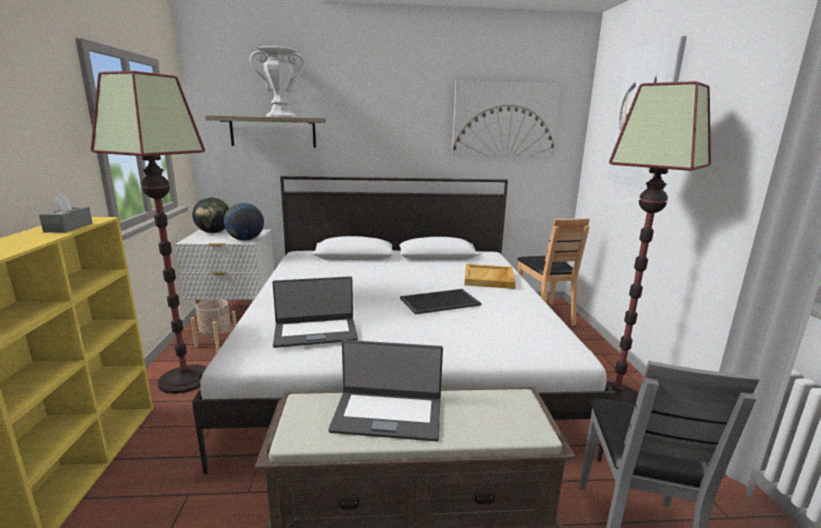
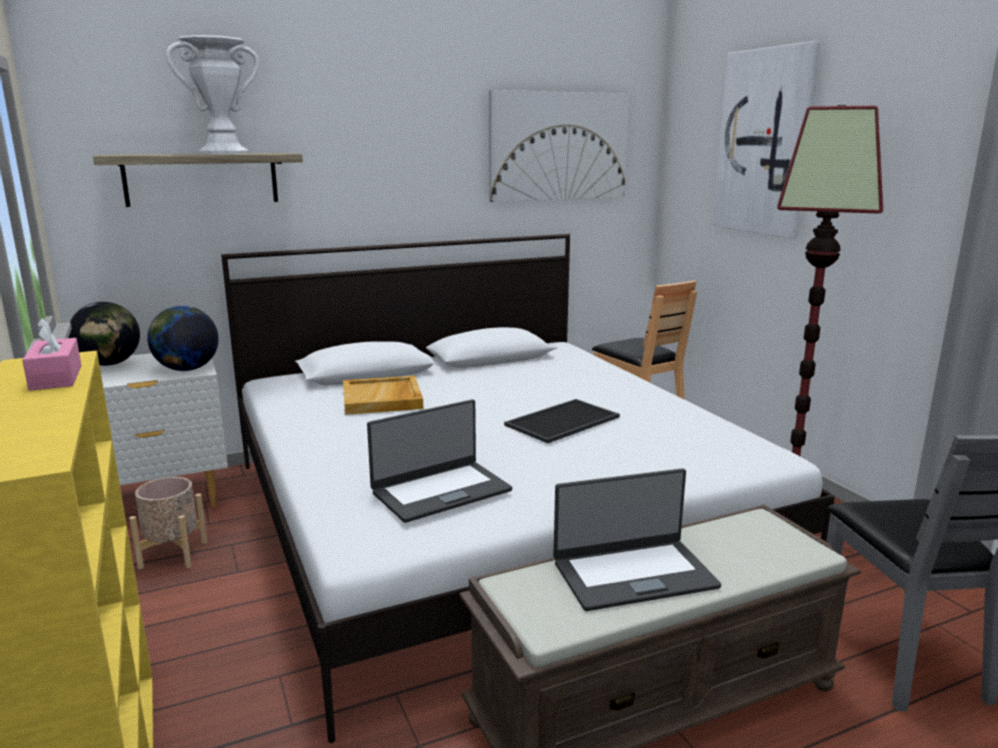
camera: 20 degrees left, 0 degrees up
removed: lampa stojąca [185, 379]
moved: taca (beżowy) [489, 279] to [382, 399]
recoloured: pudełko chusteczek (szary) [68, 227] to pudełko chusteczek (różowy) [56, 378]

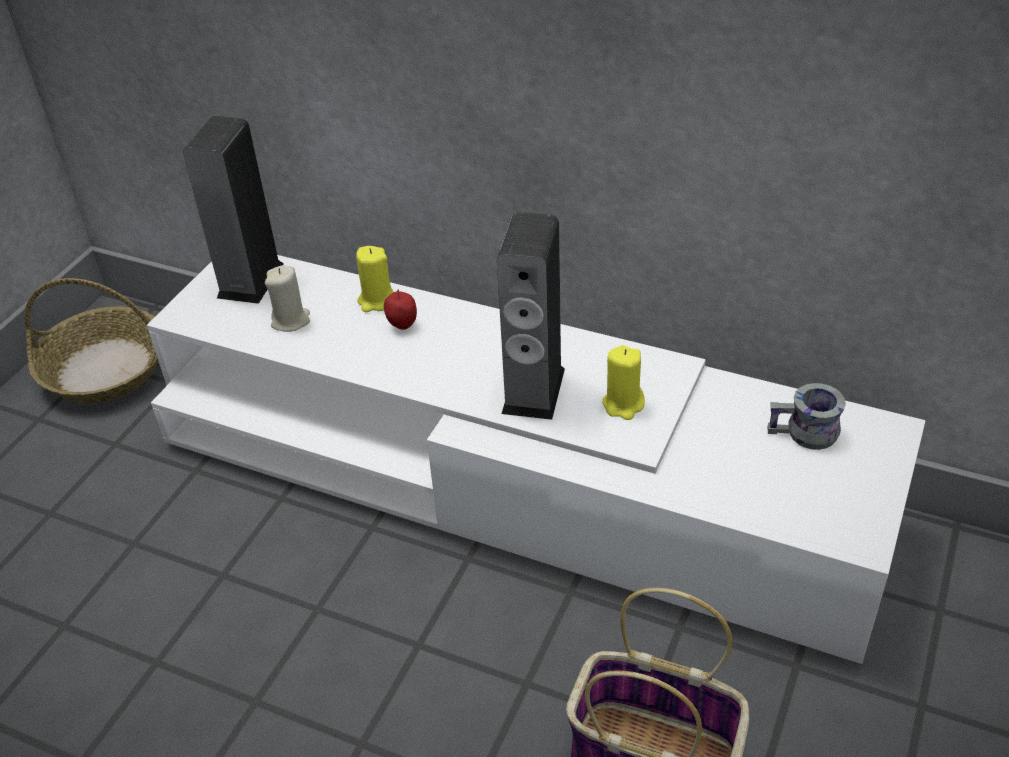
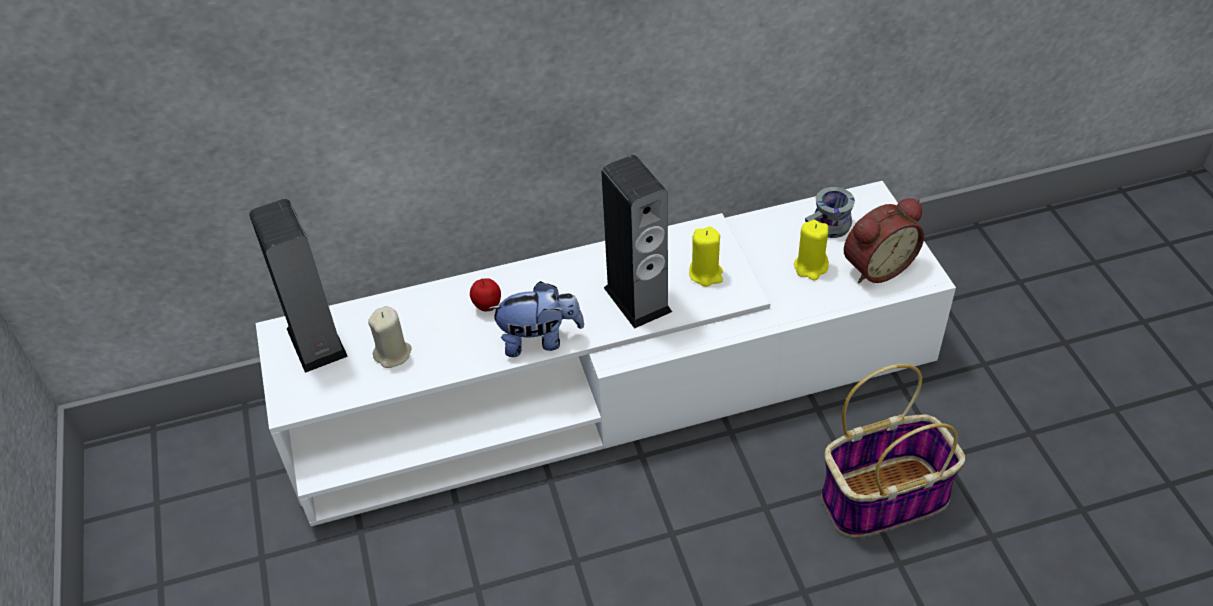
camera: 40 degrees left, 5 degrees up
removed: koszyk [104, 369]
added: budzik [876, 266]; pluszak [539, 340]
moved: świeca (żółty) [377, 301] to [811, 267]

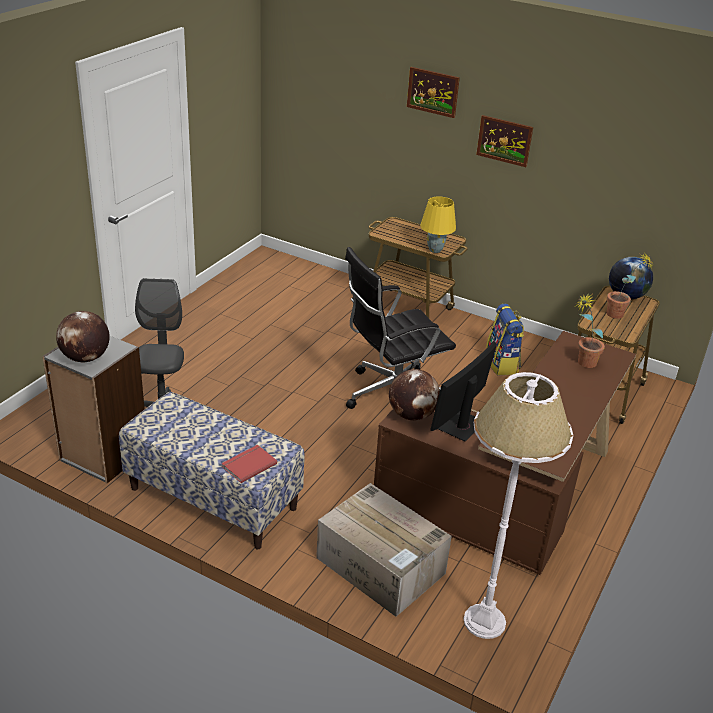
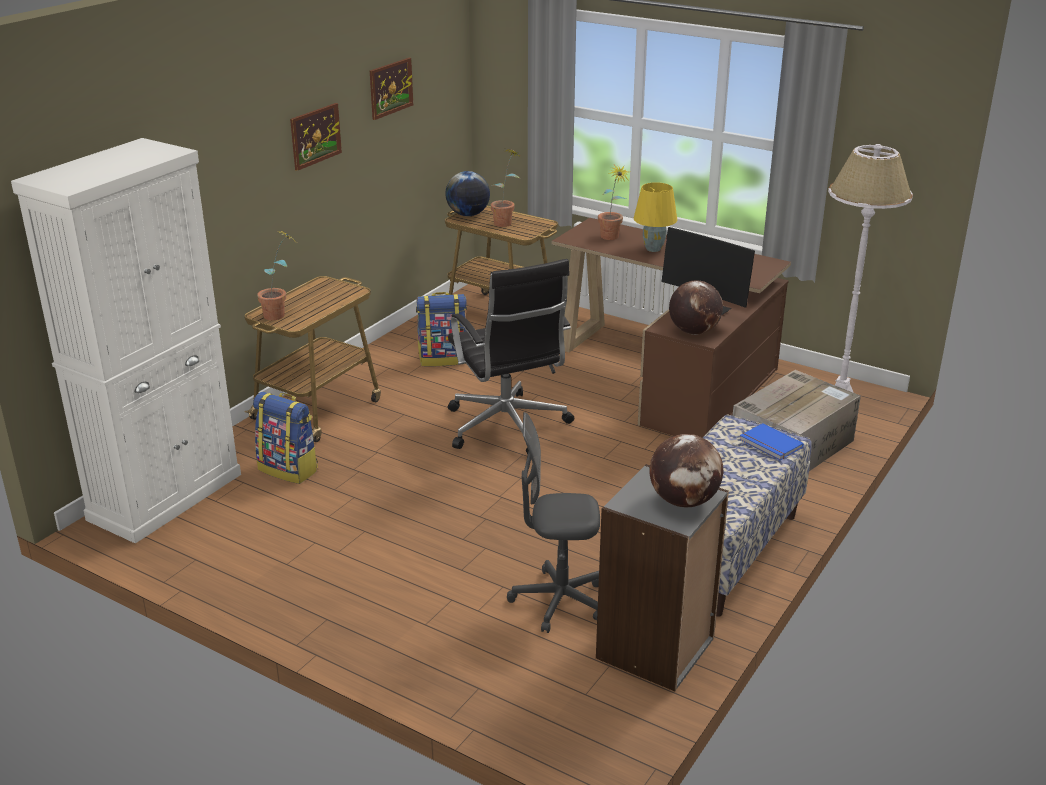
camera: 85 degrees left, 5 degrees down
added: szafka (biały) [166, 496]; roślina doniczkowa [280, 314]; plecak [289, 469]
moved: obraz [433, 92] to [391, 88]; lampa stołowa (żółty) [435, 250] to [654, 249]
recoloured: książka (czerwony) [248, 464] to książka (niebieski) [770, 444]

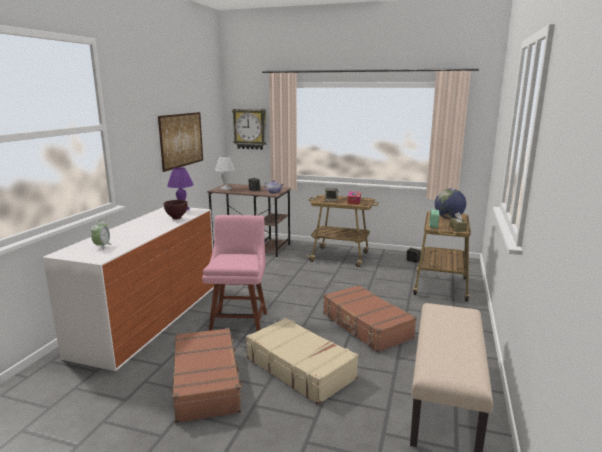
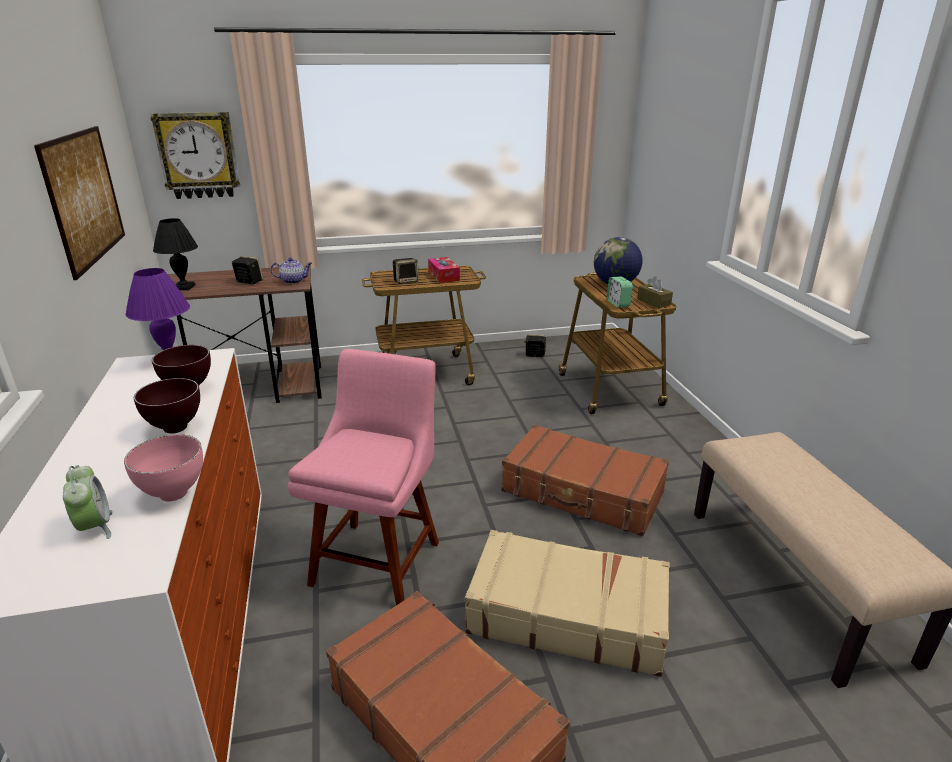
camera: 30 degrees left, 10 degrees up
added: miska (brązowy) [174, 429]; miska (różowy) [172, 495]
recoloured: lampa stołowa (biały) [226, 188] to lampa stołowa (czarny) [184, 287]
turned: krzesło (różowy) [239, 322] = [379, 558] 45 degrees clockwise

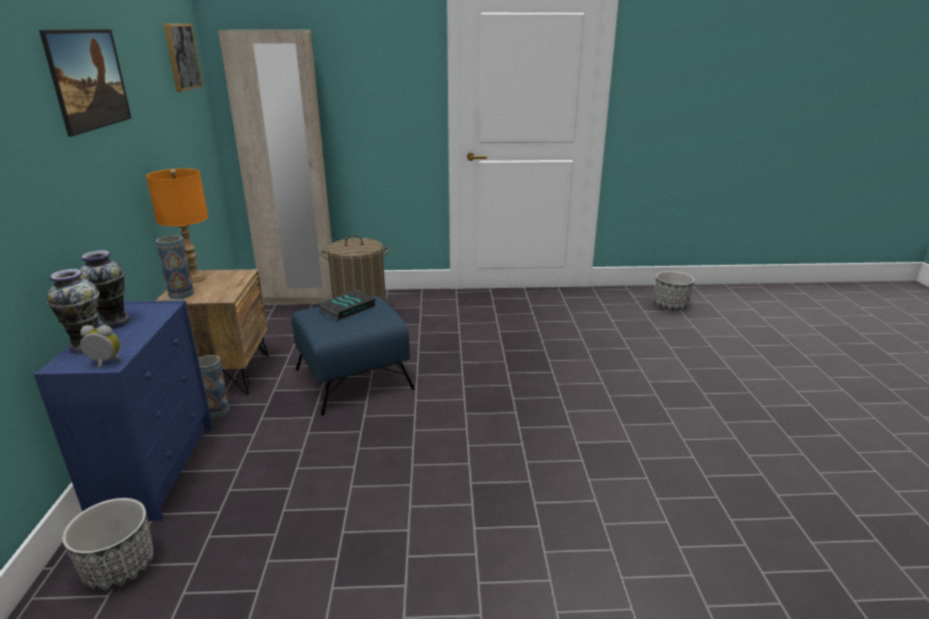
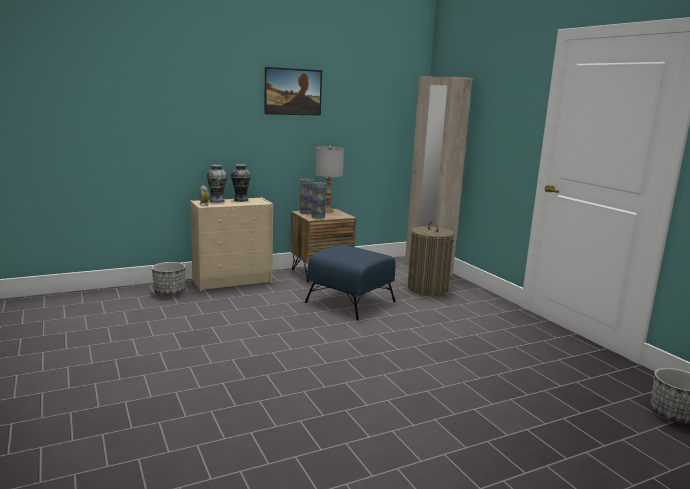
camera: 65 degrees right, 10 degrees down
removed: obraz [182, 57]; książka [347, 308]
moved: wazon [217, 410] to [318, 217]
recoloured: lampa stołowa (pomarańczowy) [195, 278] to lampa stołowa (szary) [328, 211]; komoda (niebieski) [157, 469] to komoda (beżowy) [233, 281]

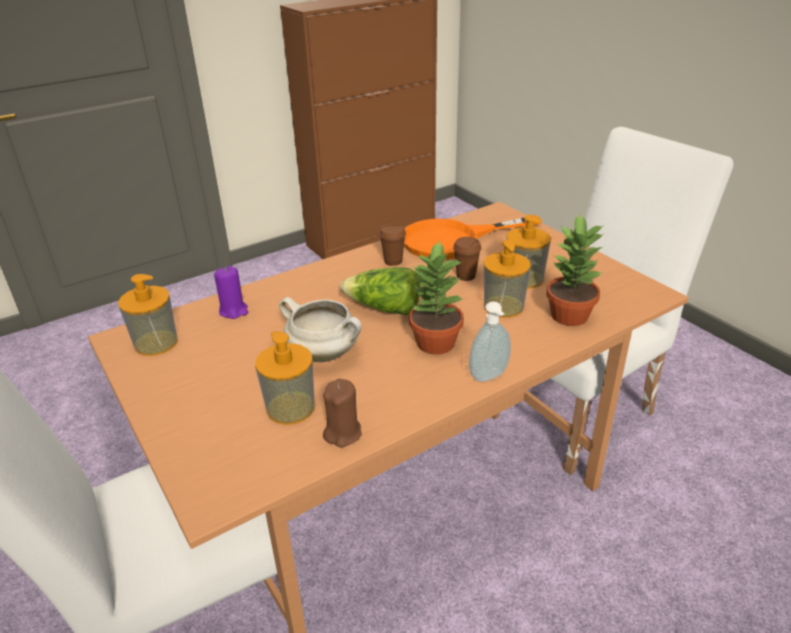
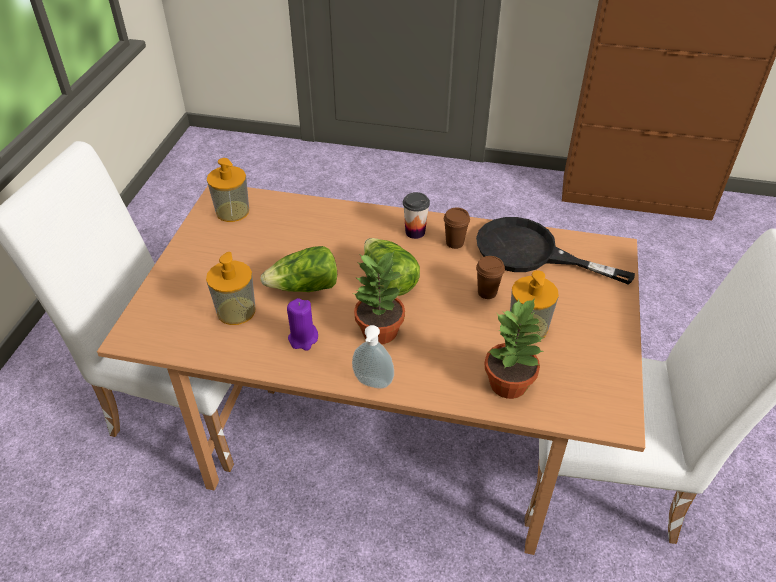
camera: 45 degrees right, 10 degrees up
removed: dozownik mydła [503, 306]; świeca (brązowy) [343, 433]
added: filiżanka [415, 232]
moved: świeca (fioletowy) [234, 310] to [303, 339]
replaced: garnek (biały) [325, 354] to sałata [305, 287]
recoloured: patelnia (pomarańczowy) [453, 240] to patelnia (czarny) [530, 253]

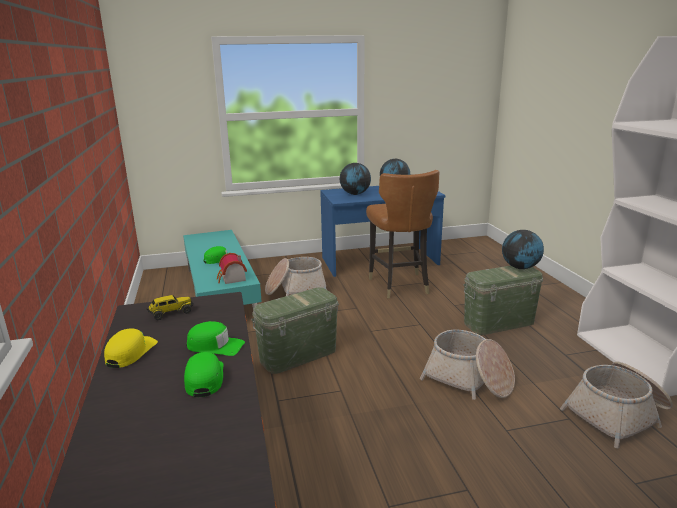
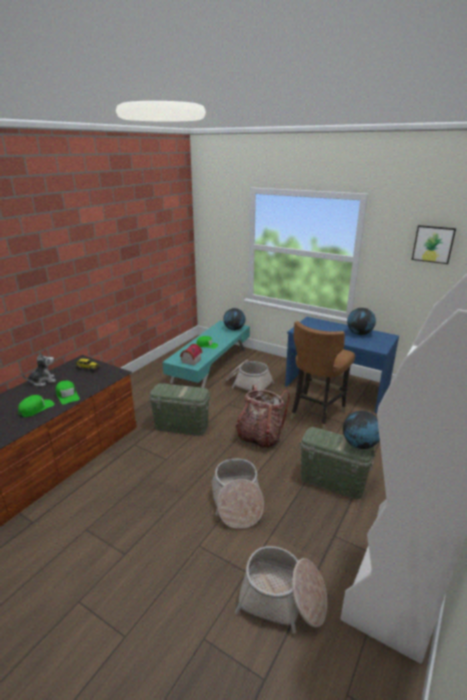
camera: 45 degrees right, 5 degrees up
added: obraz [433, 244]; plecak [260, 436]
moved: globus [355, 194] to [234, 329]
replaced: czapka z daszkiem (żółty) [131, 352] to pluszak [43, 381]

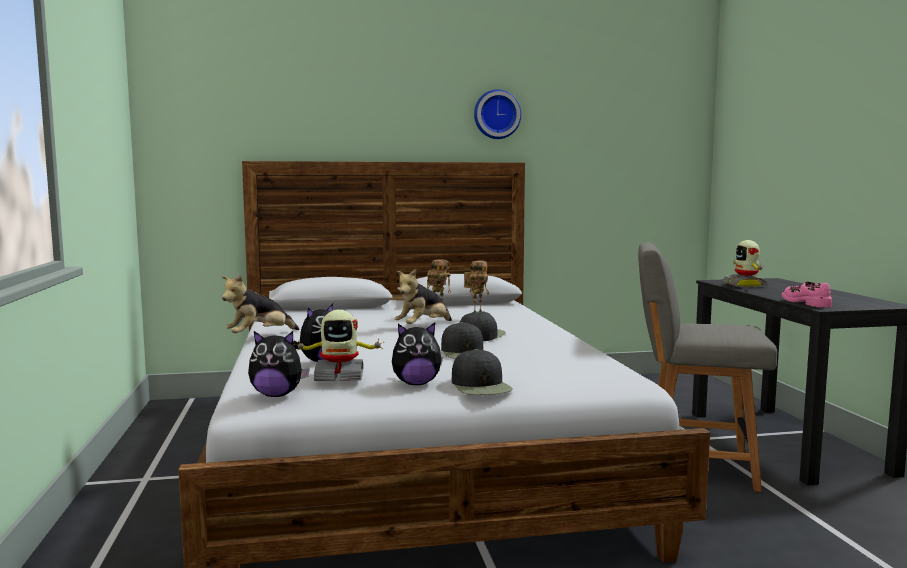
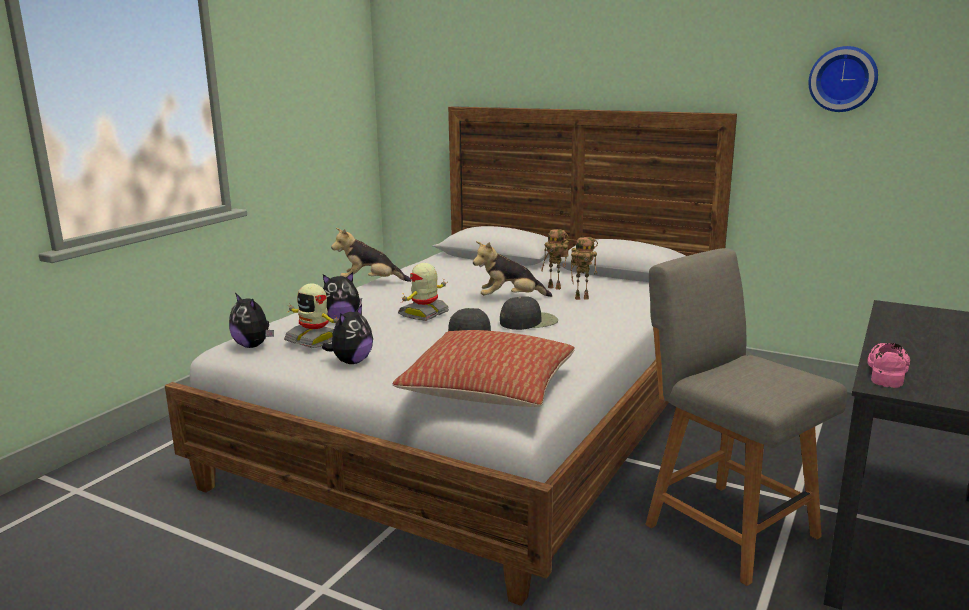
camera: 40 degrees right, 10 degrees up
removed: czapka z daszkiem (czarny) [481, 386]
added: poduszka [489, 389]
moved: zegar ścienny [496, 114] to [843, 79]; robot zabawkowy [744, 285] to [424, 314]
turned: pluszak [416, 383] = [351, 362] 90 degrees counterclockwise

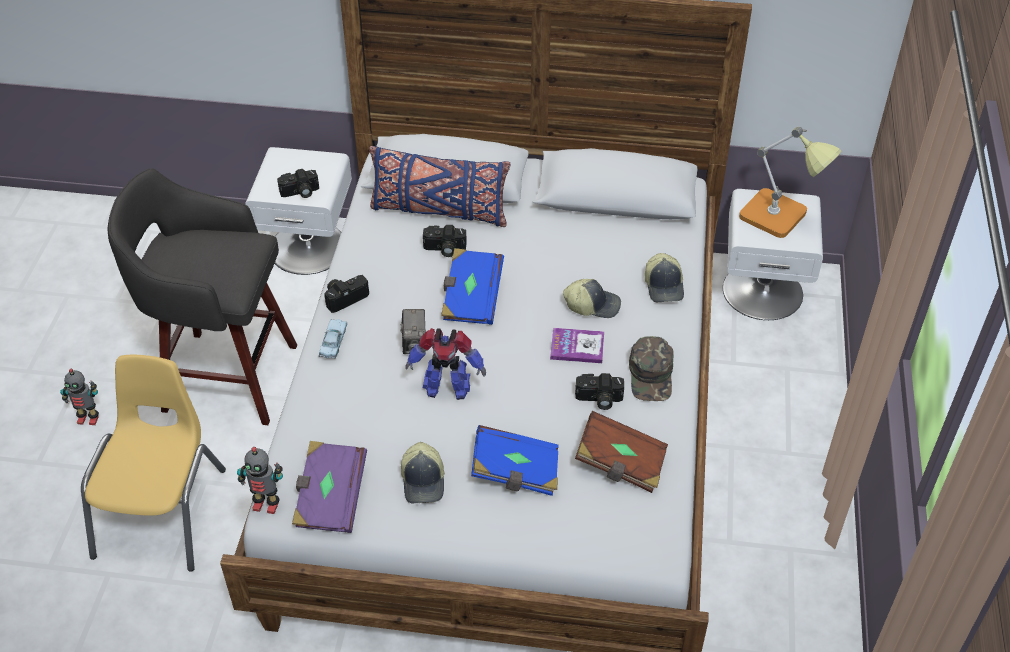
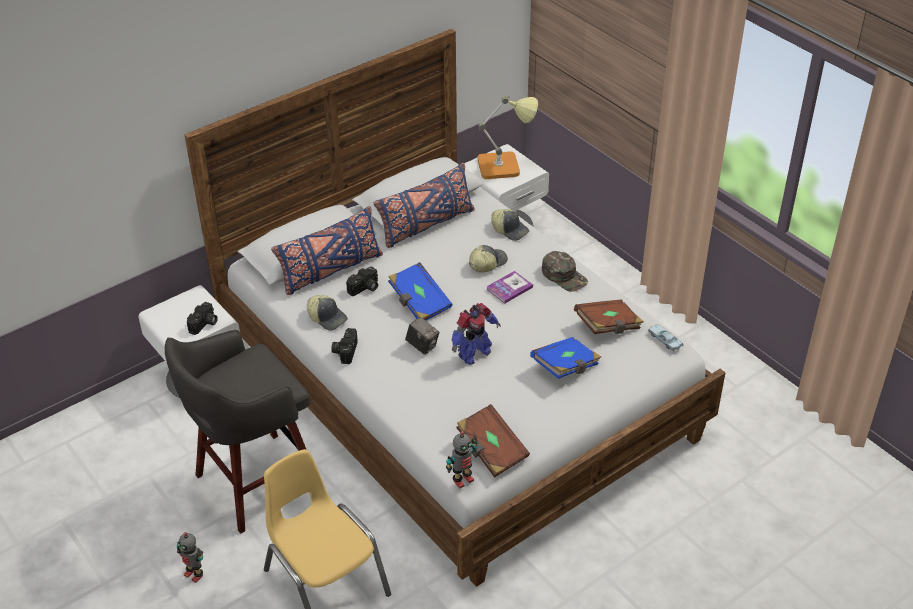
camera: 45 degrees left, 5 degrees down
removed: aparat fotograficzny [598, 399]
added: poduszka (niebieski) [426, 225]
moved: samochodzik (niebieski) [333, 342] to [664, 340]; czapka z daszkiem [424, 481] to [327, 317]
recoloured: książka (fioletowy) [330, 498] to książka (brązowy) [491, 450]
turned: robot zabawkowy [88, 418] = [194, 574] 75 degrees clockwise

